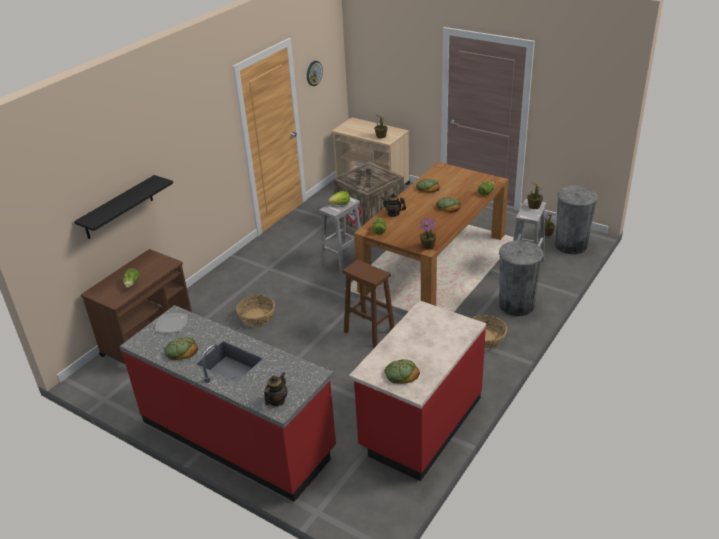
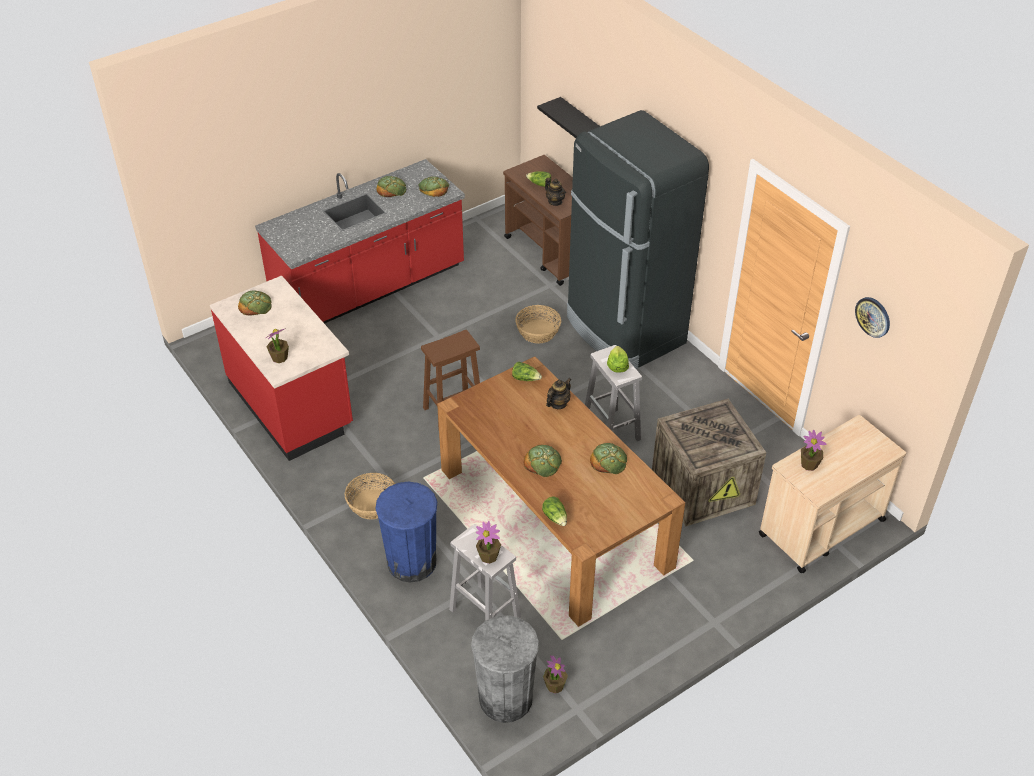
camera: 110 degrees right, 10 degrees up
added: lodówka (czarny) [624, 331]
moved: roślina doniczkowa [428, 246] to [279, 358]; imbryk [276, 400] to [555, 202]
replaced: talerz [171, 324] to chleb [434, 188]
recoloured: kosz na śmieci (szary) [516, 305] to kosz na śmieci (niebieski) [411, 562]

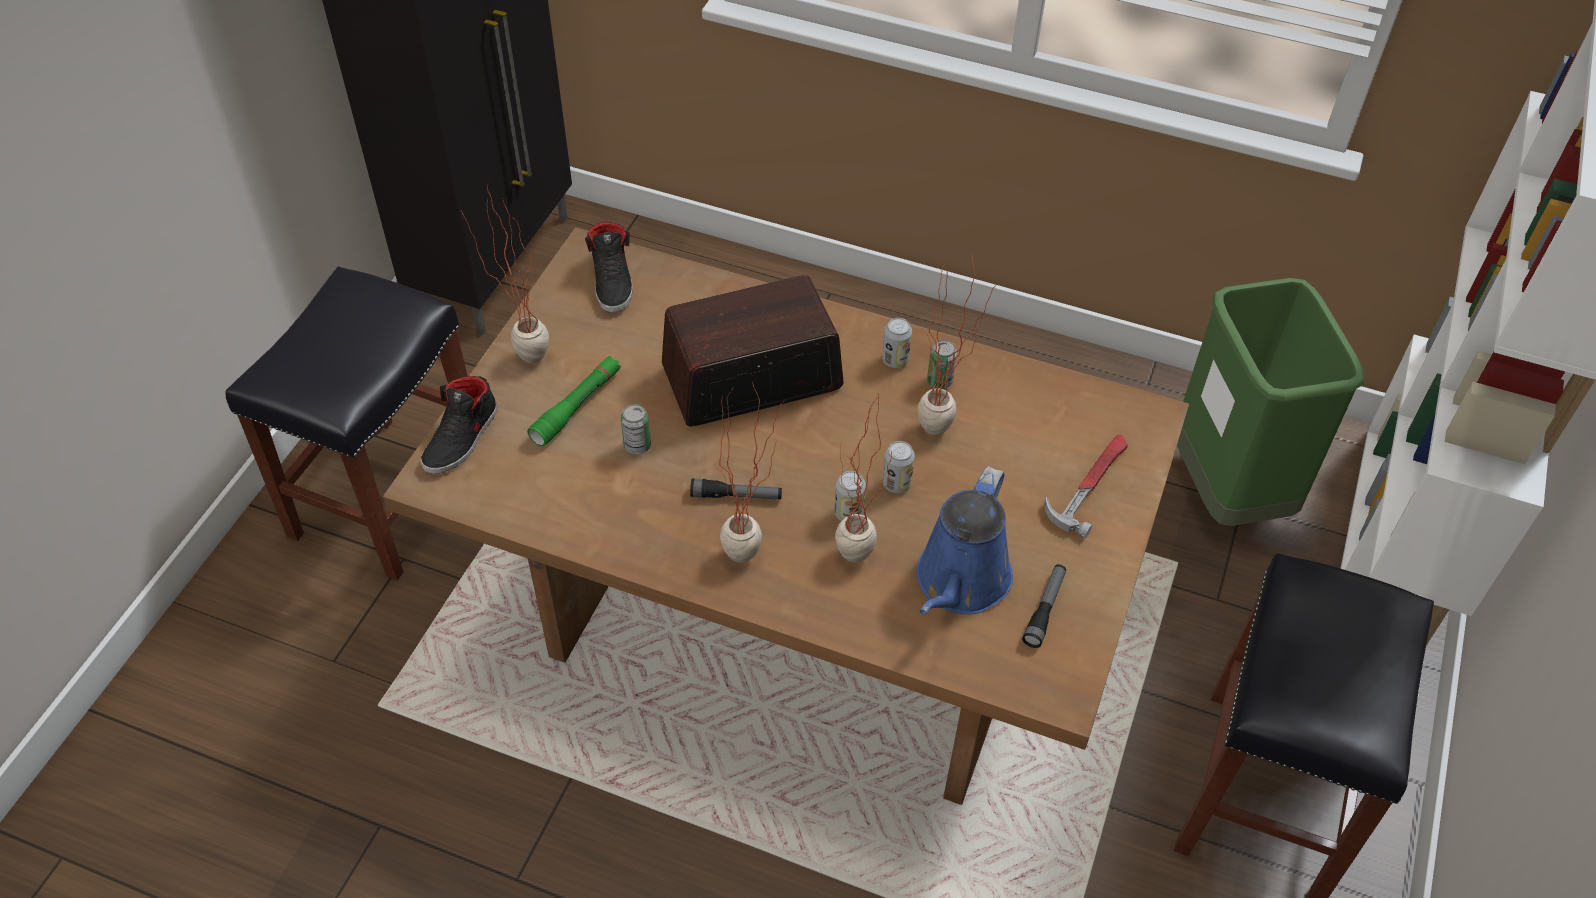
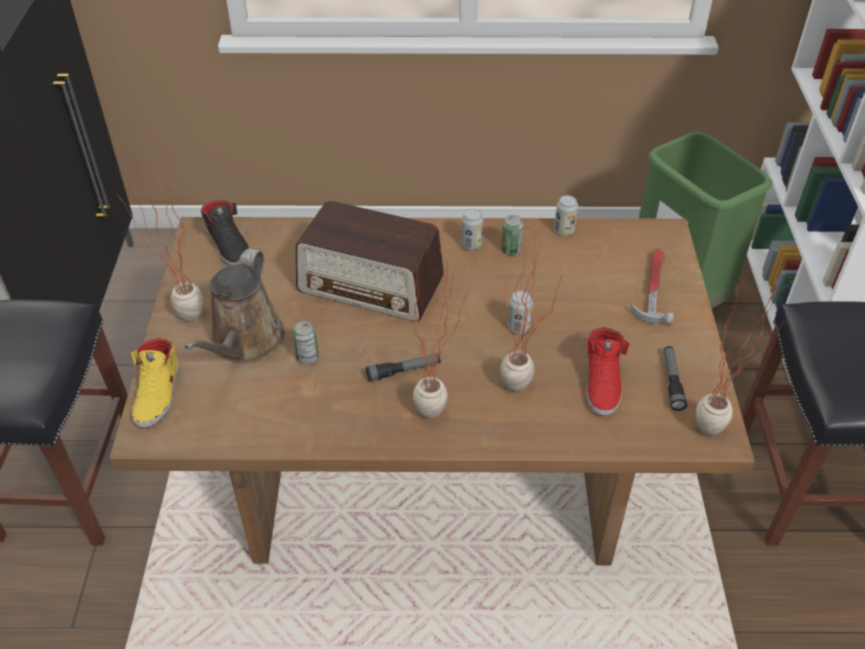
camera: 20 degrees left, 5 degrees down
moved: roślina doniczkowa [946, 432] to [719, 429]; puszka [848, 513] to [564, 230]
replaced: latarka (zielony) [577, 407] to konewka (brązowy) [244, 343]; konewka (niebieski) [960, 583] to but (czerwony) [603, 382]
recoloured: but (czarny) [462, 438] to but (żółty) [159, 393]
turned: radio [751, 378] = [371, 285] 120 degrees counterclockwise

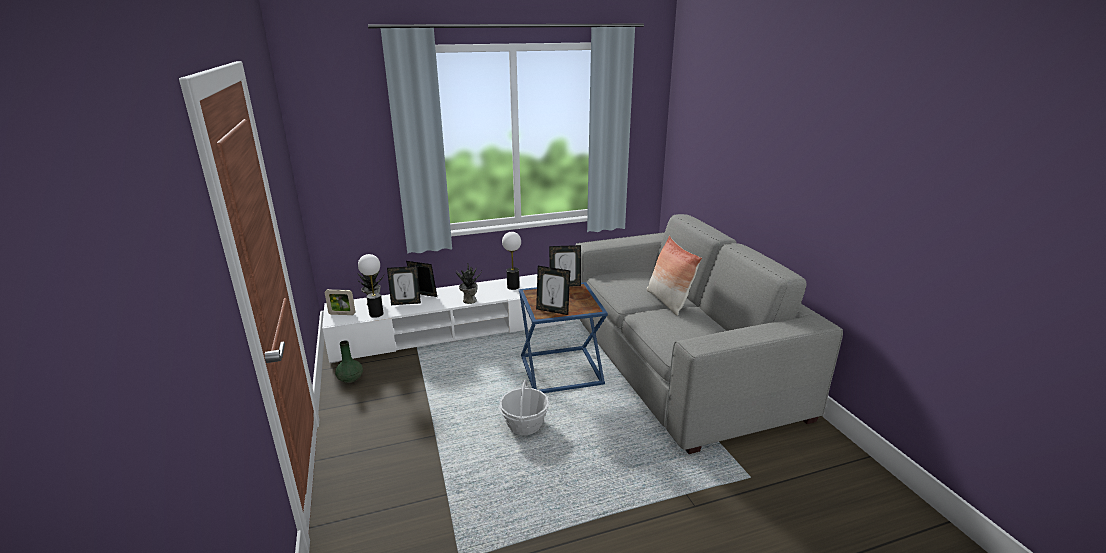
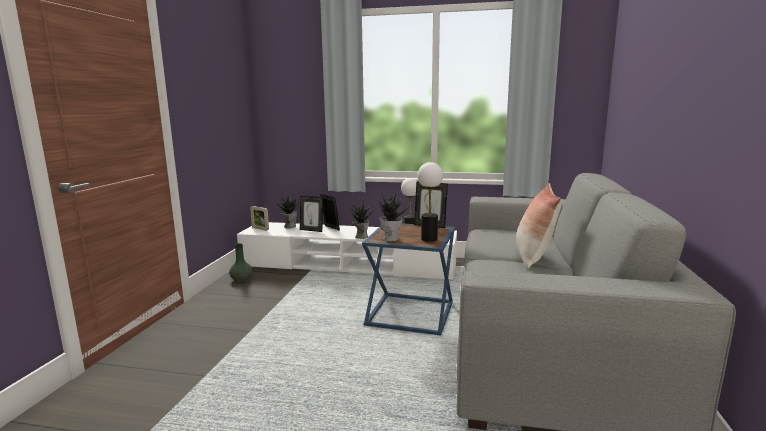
camera: 30 degrees right, 10 degrees down
removed: koszyk [524, 425]
moved: lampa stołowa [376, 314] to [429, 239]
replaced: ramka na zdjęcie [553, 311] to roślina doniczkowa [391, 239]

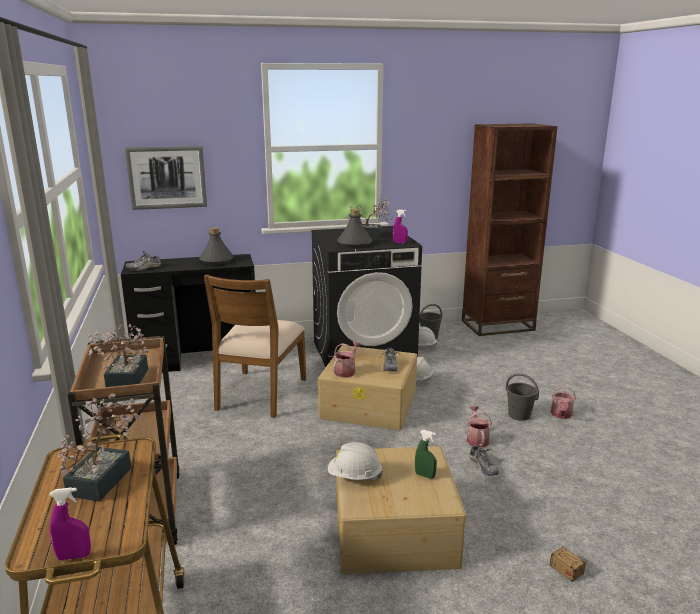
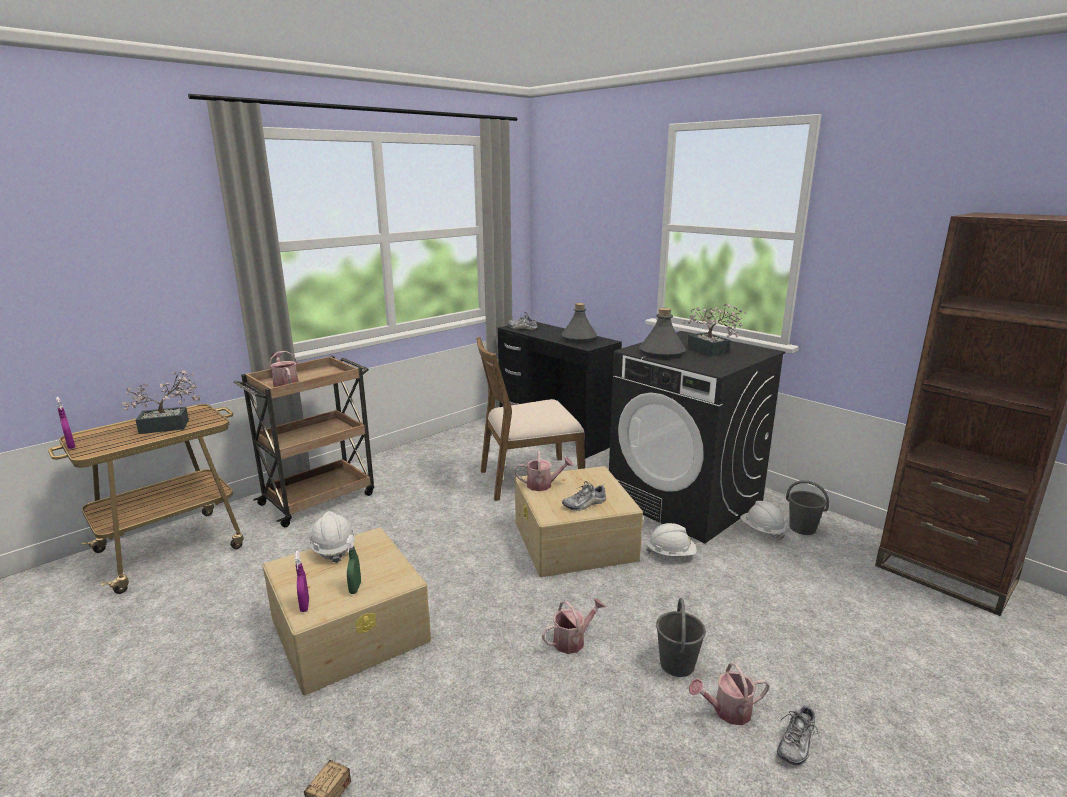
camera: 60 degrees right, 0 degrees up
removed: obraz [167, 177]
moved: spryskiwacz (fioletowy) [399, 243] to [304, 605]; but [483, 466] to [796, 743]
replaced: roślina doniczkowa [125, 382] to konewka [285, 384]

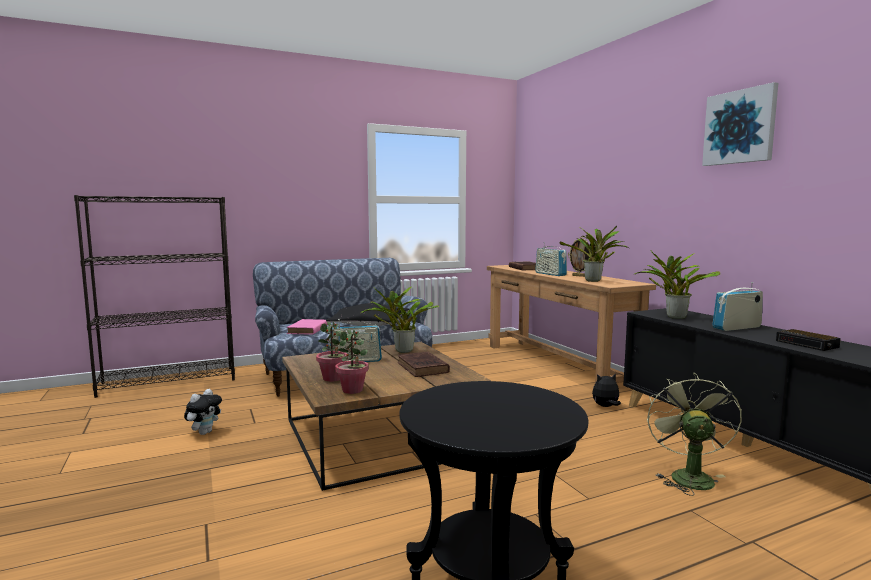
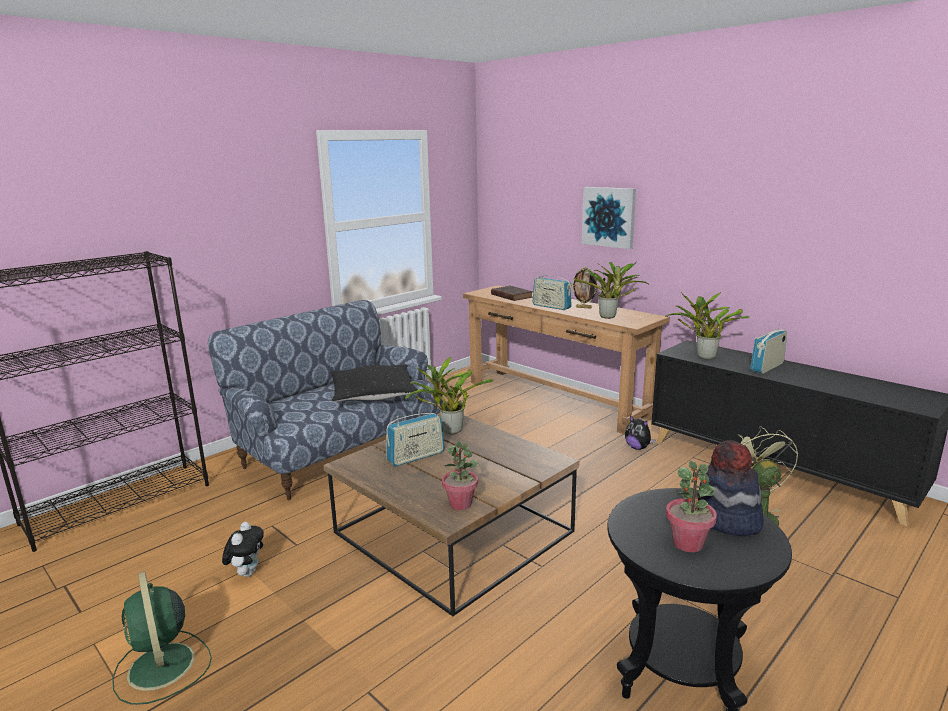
camera: 20 degrees left, 10 degrees up
removed: książka (różowy) [307, 330]; budzik [808, 344]; książka (brązowy) [423, 368]
added: kapelusz [726, 520]; wentylator (zielony) [162, 668]
moved: obraz [740, 127] to [609, 217]; roślina doniczkowa [332, 378] to [688, 543]
turned: pluszak [605, 407] = [638, 447] 105 degrees counterclockwise

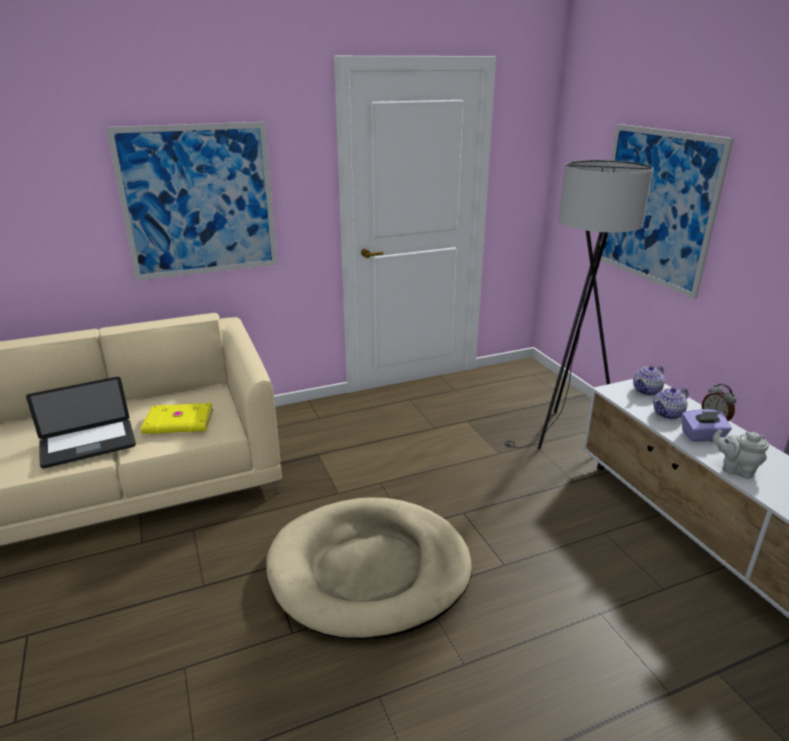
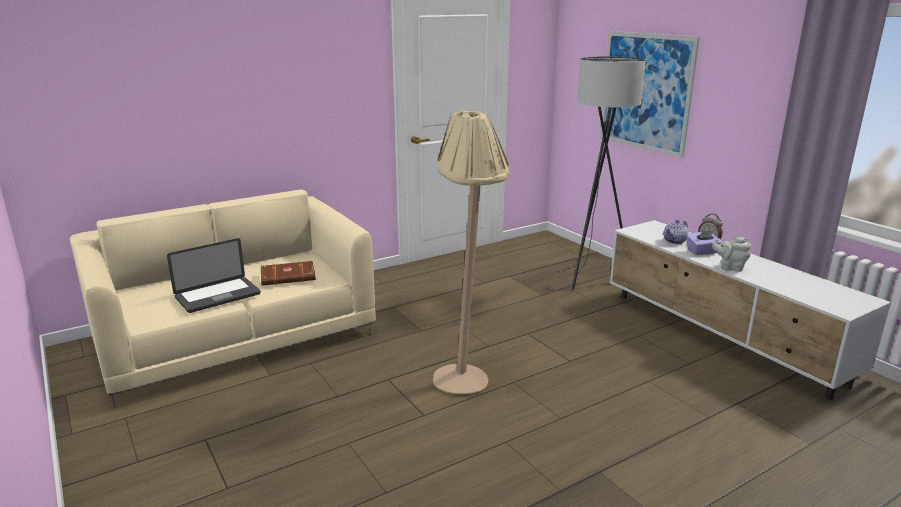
camera: 10 degrees left, 5 degrees down
removed: obraz [199, 201]; imbryk [647, 391]
replaced: legowisko (beżowy) [369, 570] to lampa stojąca (beżowy) [468, 374]
recoloured: książka (żółty) [179, 422] to książka (brązowy) [288, 276]

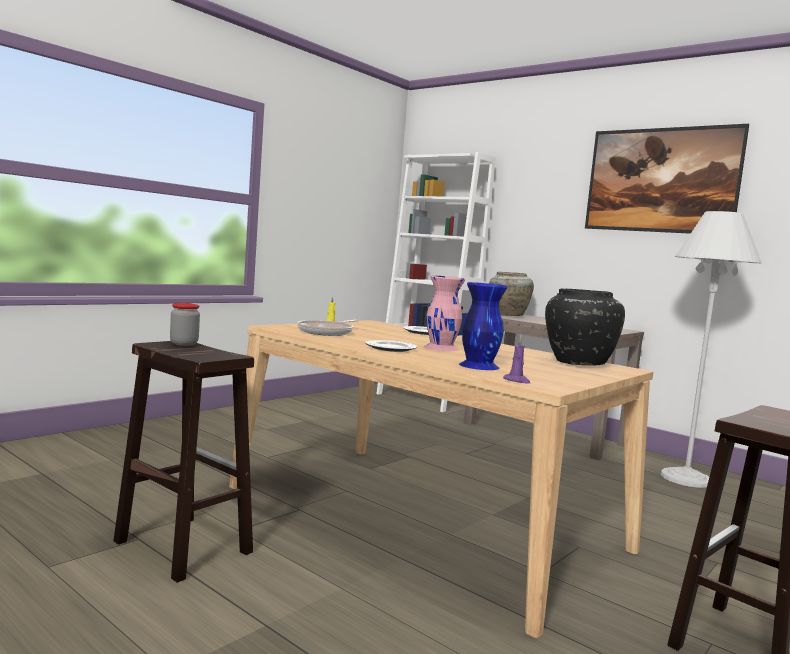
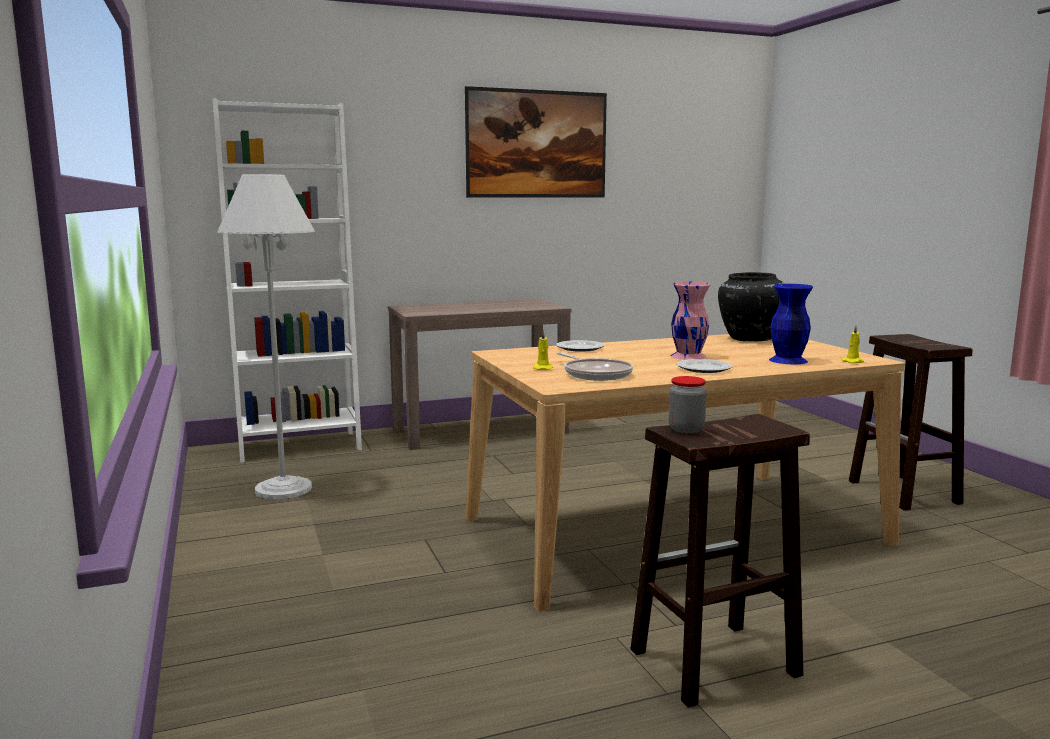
camera: 60 degrees left, 5 degrees up
removed: wazon (beżowy) [507, 315]
moved: lampa stojąca (biały) [686, 478] to [283, 489]
recoloured: świeca (fioletowy) [517, 381] to świeca (żółty) [853, 362]

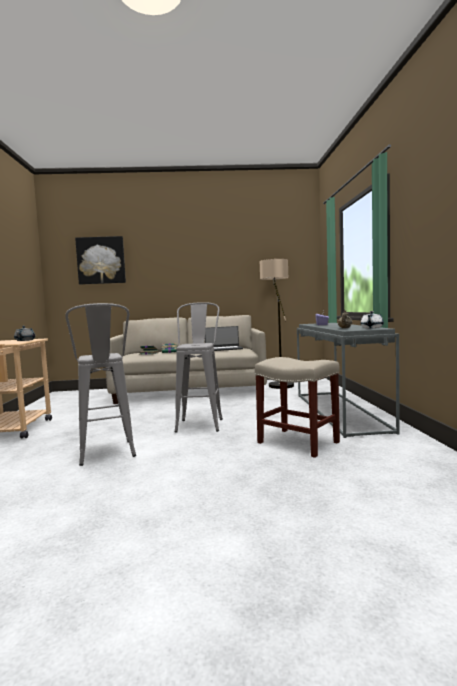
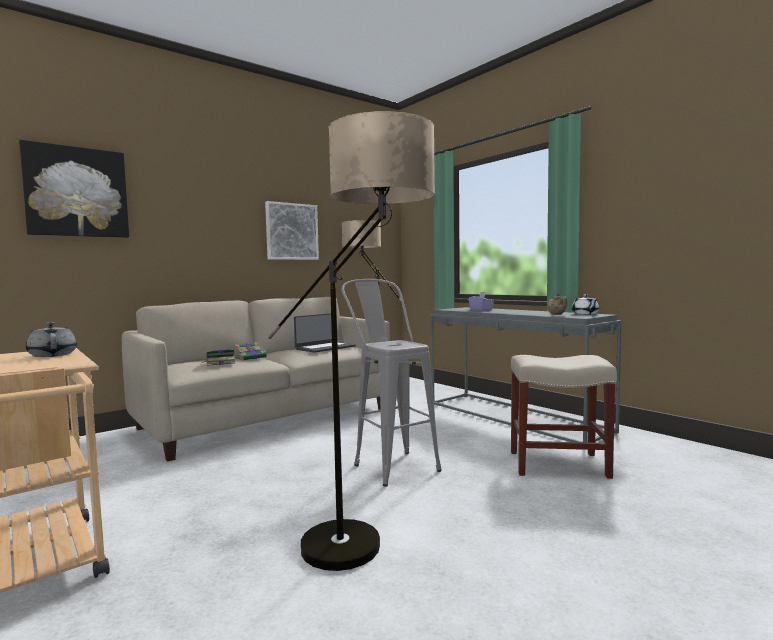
camera: 35 degrees left, 0 degrees up
added: obraz [292, 231]
replaced: stołek (szary) [107, 456] to lampa stojąca [366, 557]

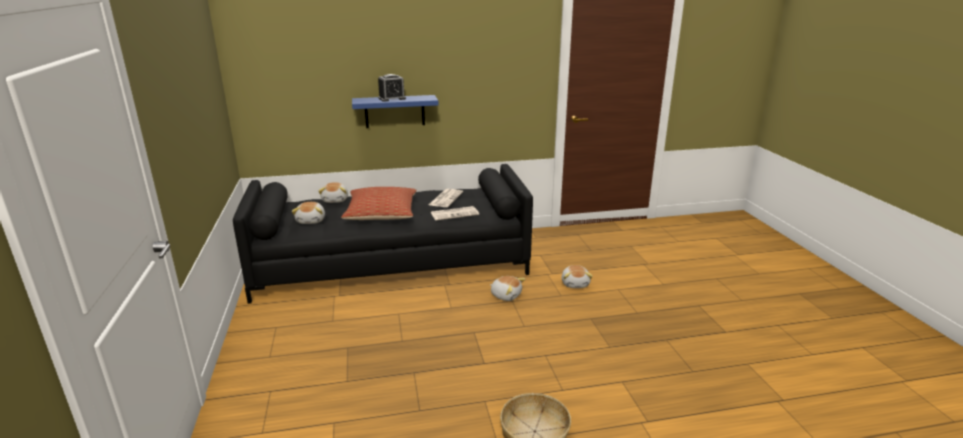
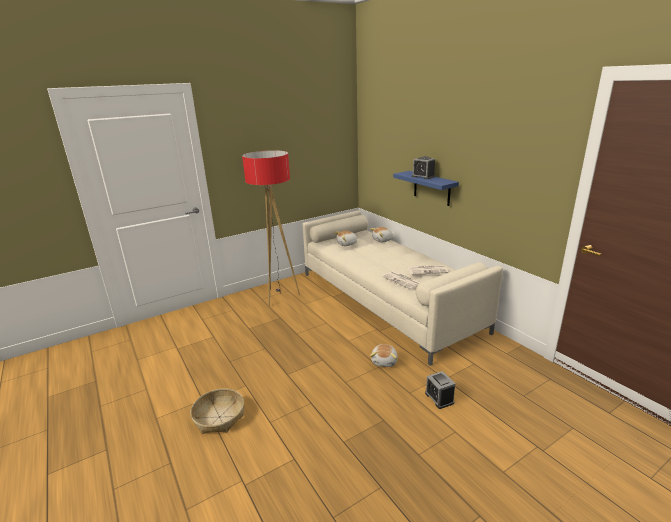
camera: 70 degrees right, 0 degrees up
removed: poduszka [381, 214]
added: lampa stojąca [279, 296]
replaced: pluszak [575, 283] to budzik [439, 398]
recoloured: kanapa (czarny) [393, 264] to kanapa (beżowy) [387, 300]

